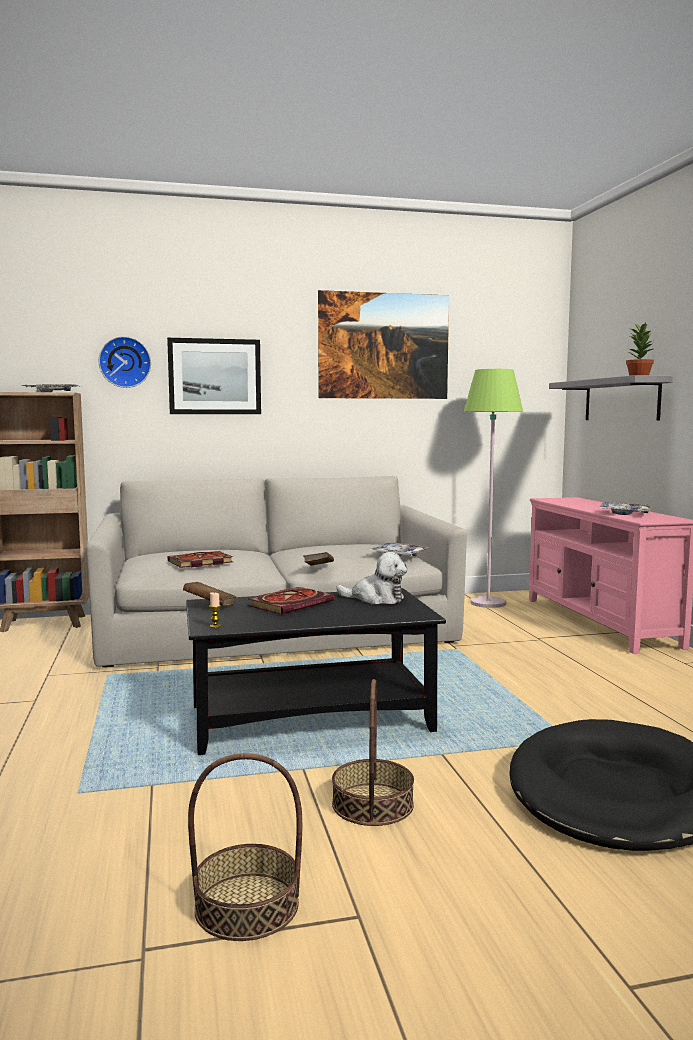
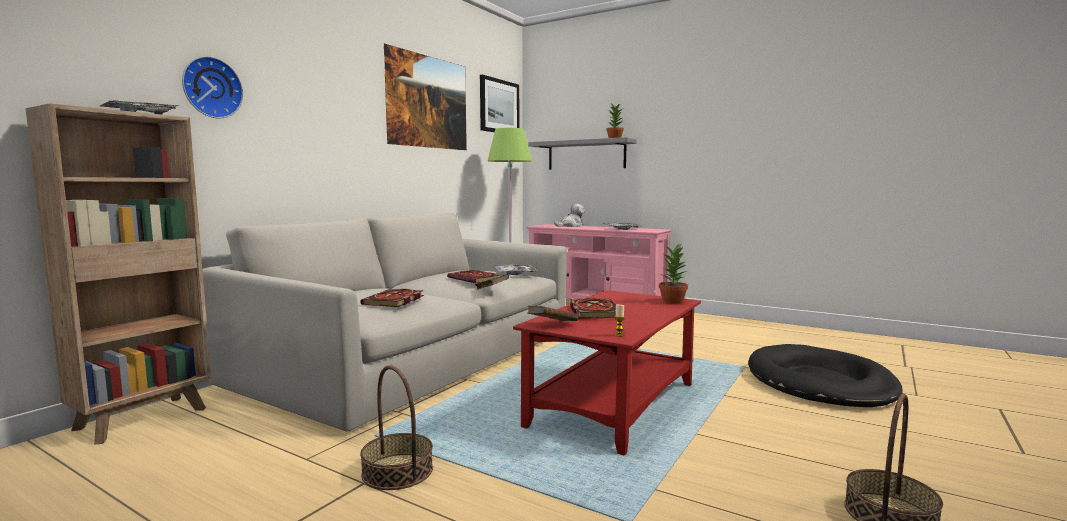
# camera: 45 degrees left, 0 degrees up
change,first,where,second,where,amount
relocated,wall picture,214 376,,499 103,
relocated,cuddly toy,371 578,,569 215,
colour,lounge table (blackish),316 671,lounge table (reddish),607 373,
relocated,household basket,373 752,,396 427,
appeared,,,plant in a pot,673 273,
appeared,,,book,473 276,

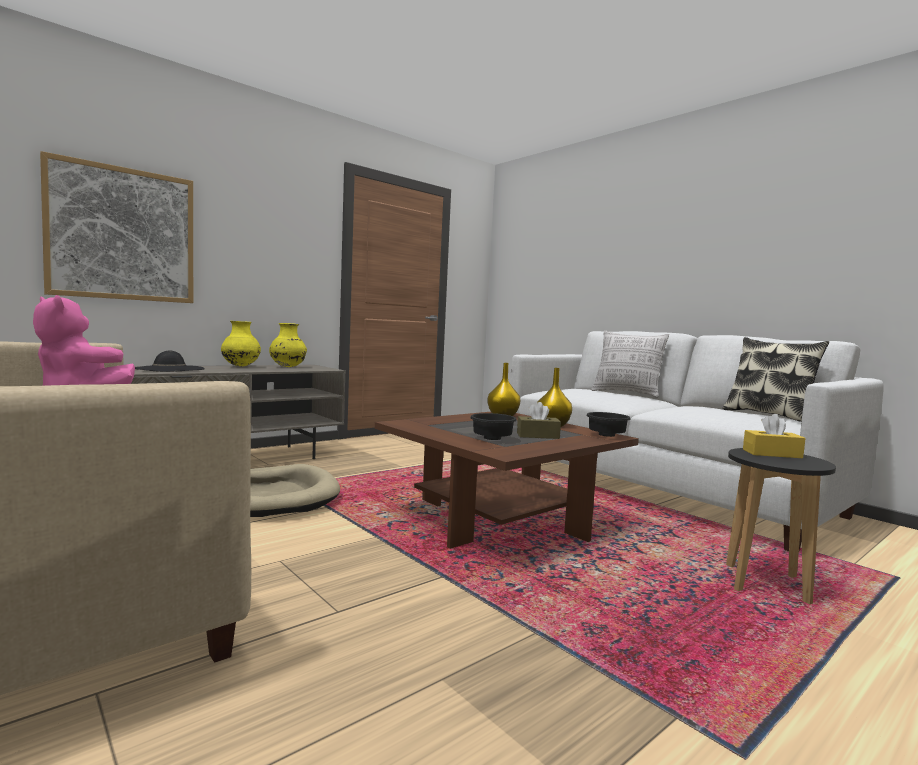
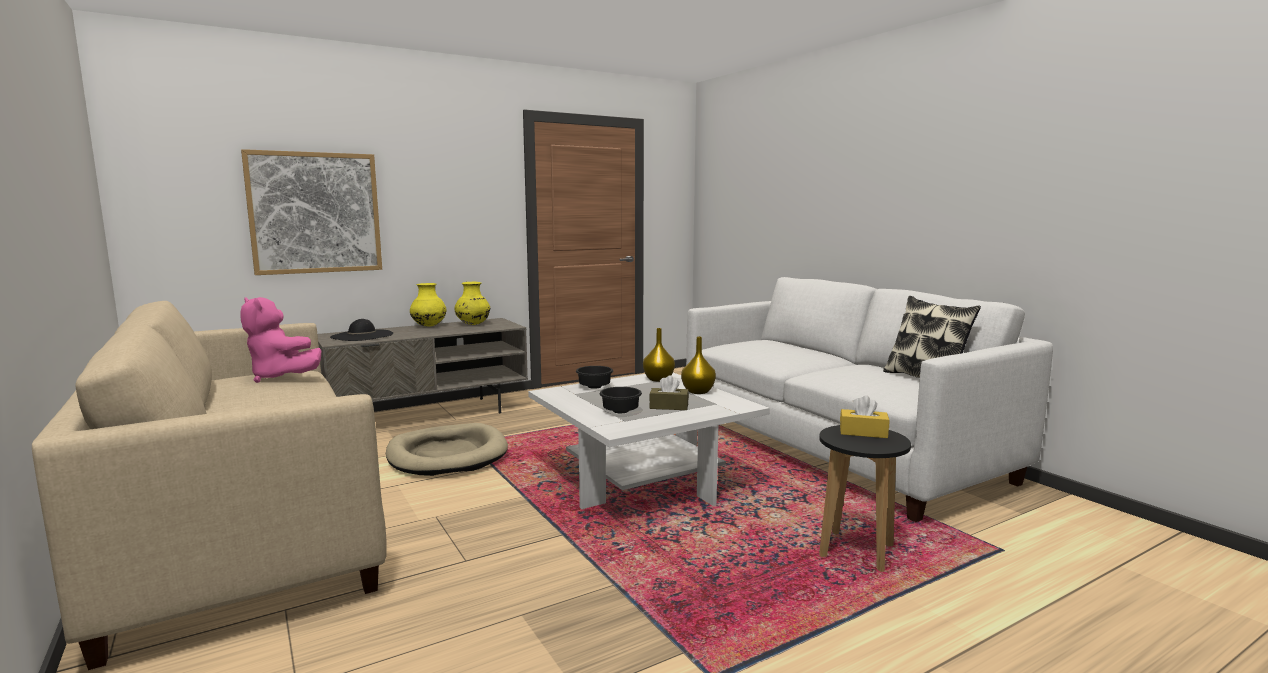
# camera: 10 degrees right, 5 degrees up
change,first,where,second,where,amount
missing,cushion,630 364,,,
colour,lounge table (brown-coloured),507 480,lounge table (white),649 441,
relocated,bowl (blackish),608 424,,594 377,

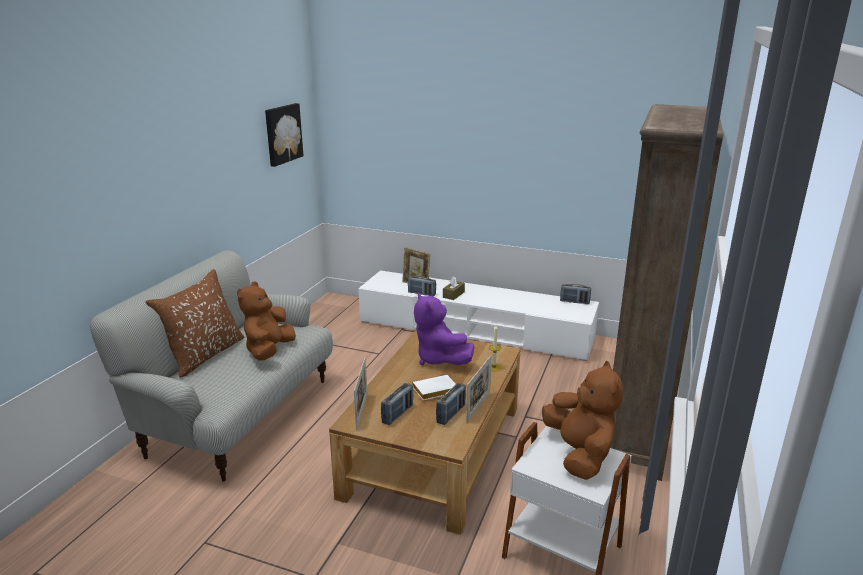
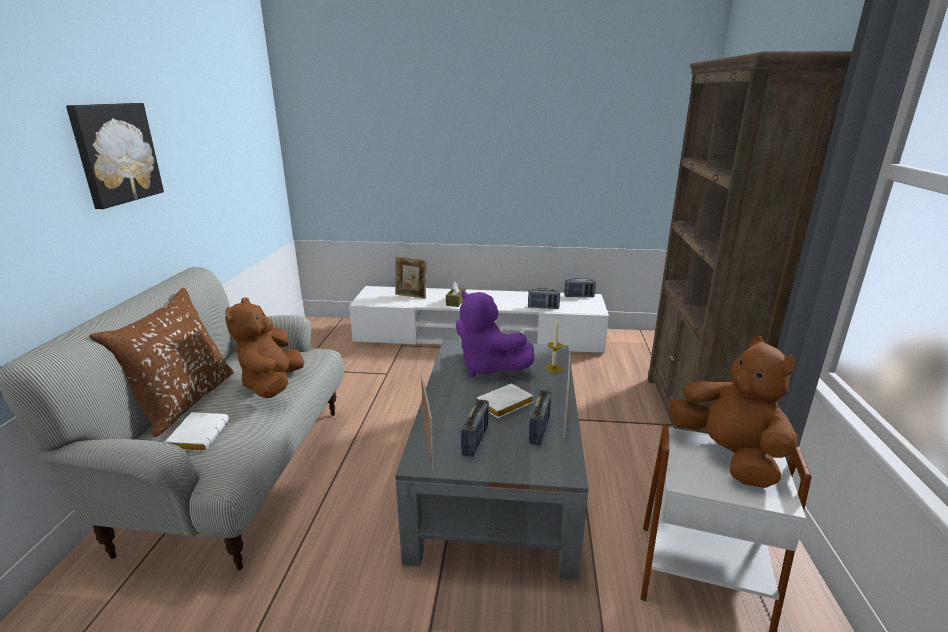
# camera: 15 degrees left, 0 degrees up
change,first,where,second,where,amount
relocated,wall picture,284 135,,115 156,
relocated,radio receiver,422 286,,544 298,
colour,lounge table (brown-coloured),425 432,lounge table (gray),492 460,
appeared,,,book (white),197 432,

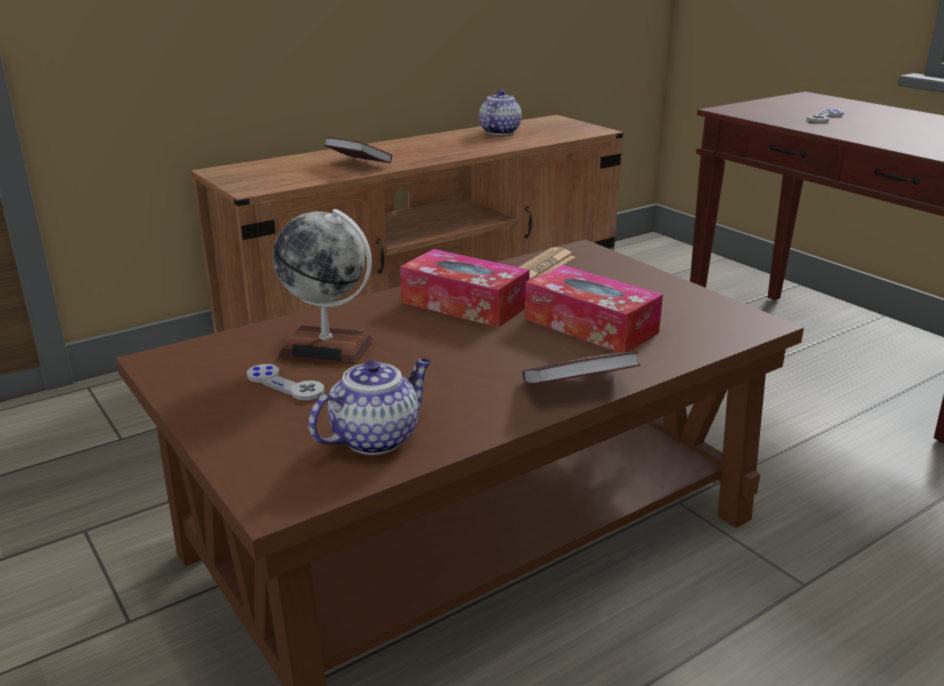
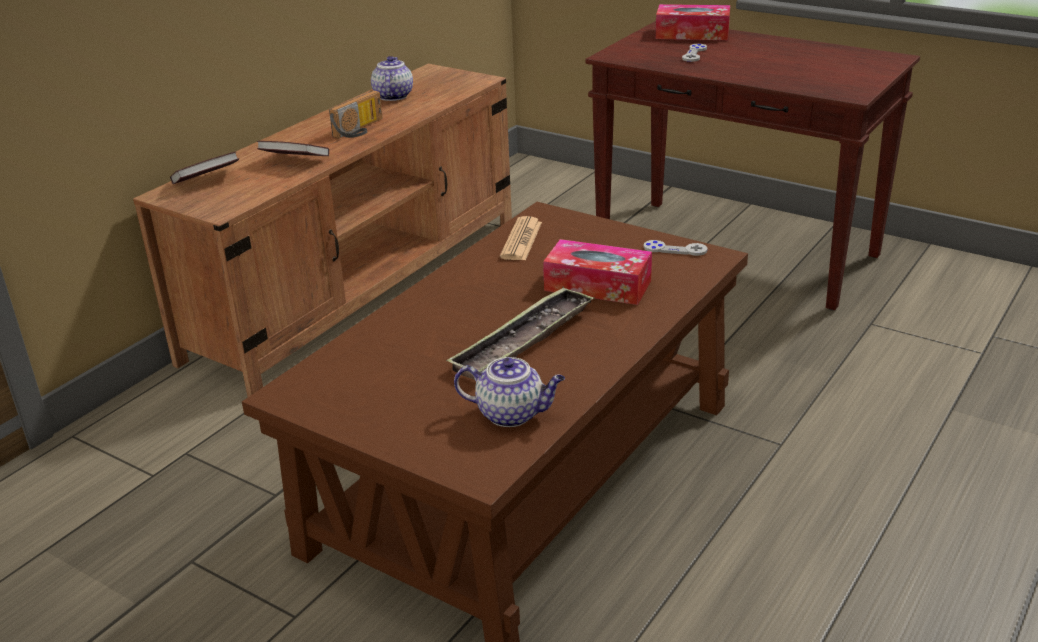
# camera: 20 degrees left, 5 degrees up
change,first,where,second,where,amount
missing,world globe,323 286,,,
relocated,tissue holder,465 288,,693 22,
relocated,book,581 368,,204 168,
spun,tea pot,369 406,,509 392,75 degrees clockwise
relocated,gamepad (gray),286 382,,675 248,
appeared,,,radio receiver,356 115,
appeared,,,serving tray,520 333,

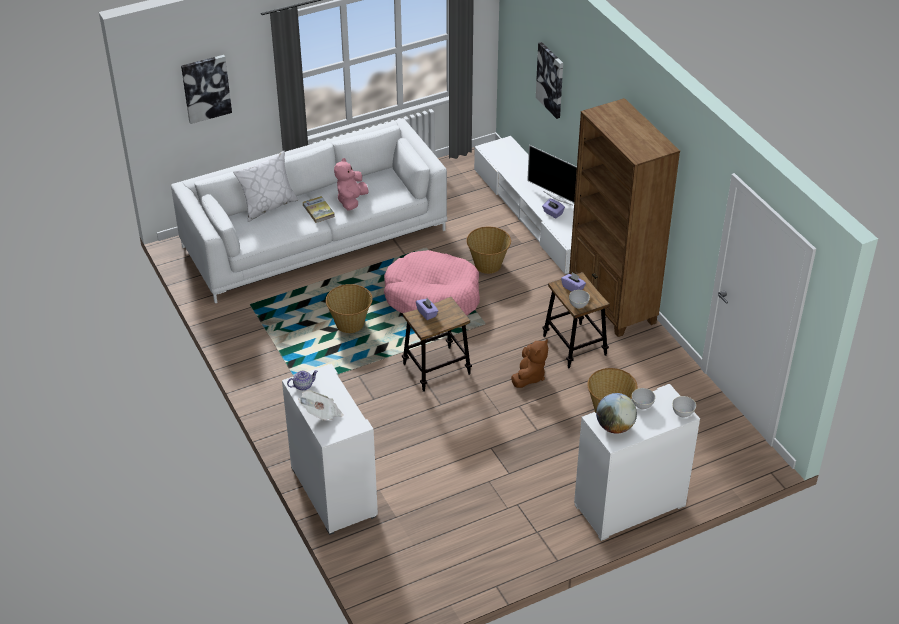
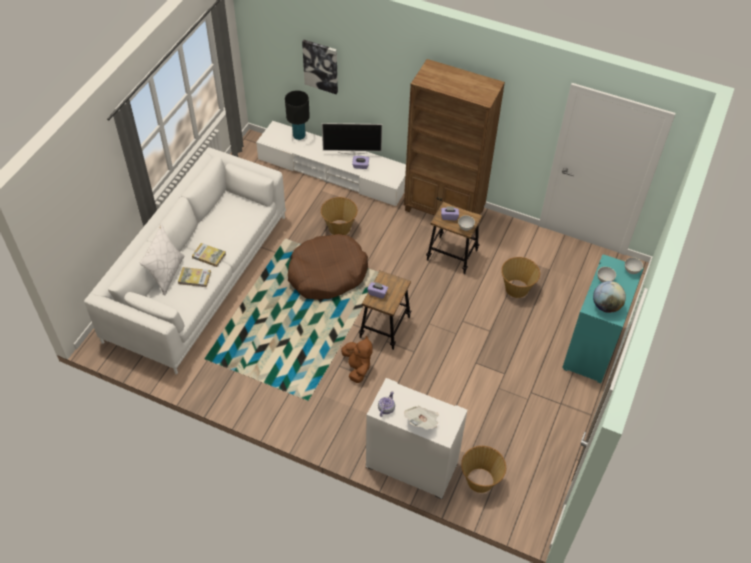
# camera: 40 degrees left, 10 degrees up
change,first,where,second,where,amount
missing,wall picture,206 89,,,
missing,cuddly toy (pink-coloured),351 184,,,
colour,pet bed (pink-coloured),432 283,pet bed (brown-coloured),328 267,
relocated,household basket,349 308,,483 469,
relocated,cuddly toy (brown-coloured),529 363,,357 359,
colour,storage cabinet (white),637 462,storage cabinet (turquoise),603 319,
appeared,,,table lamp (blackish),297 115,
appeared,,,book,194 277,

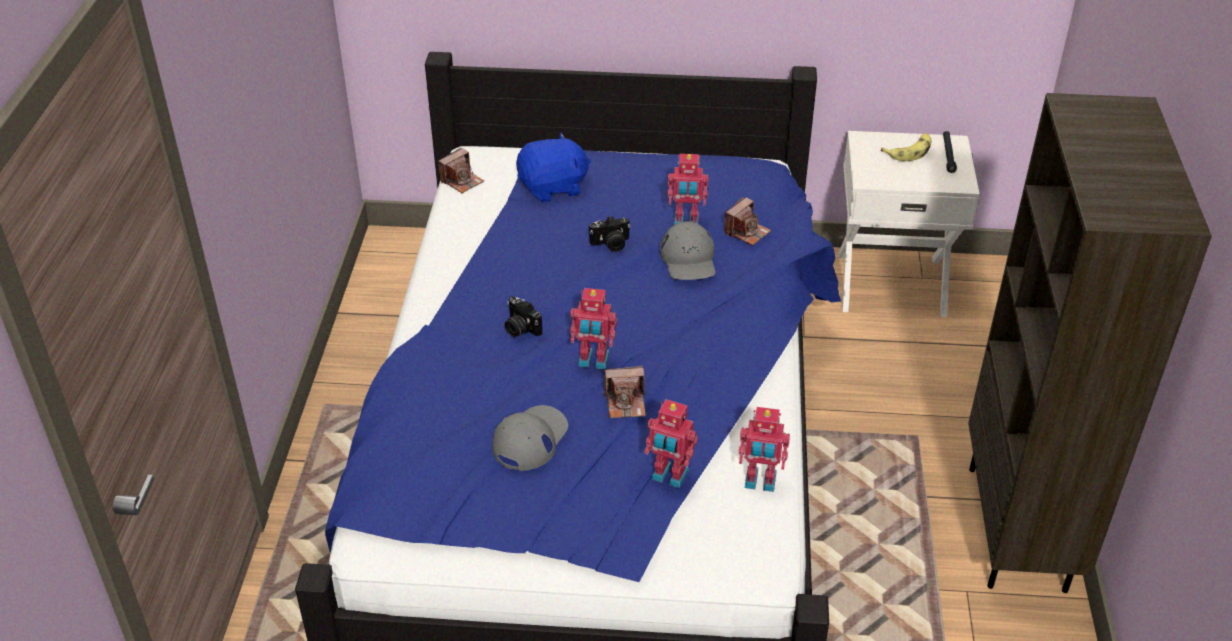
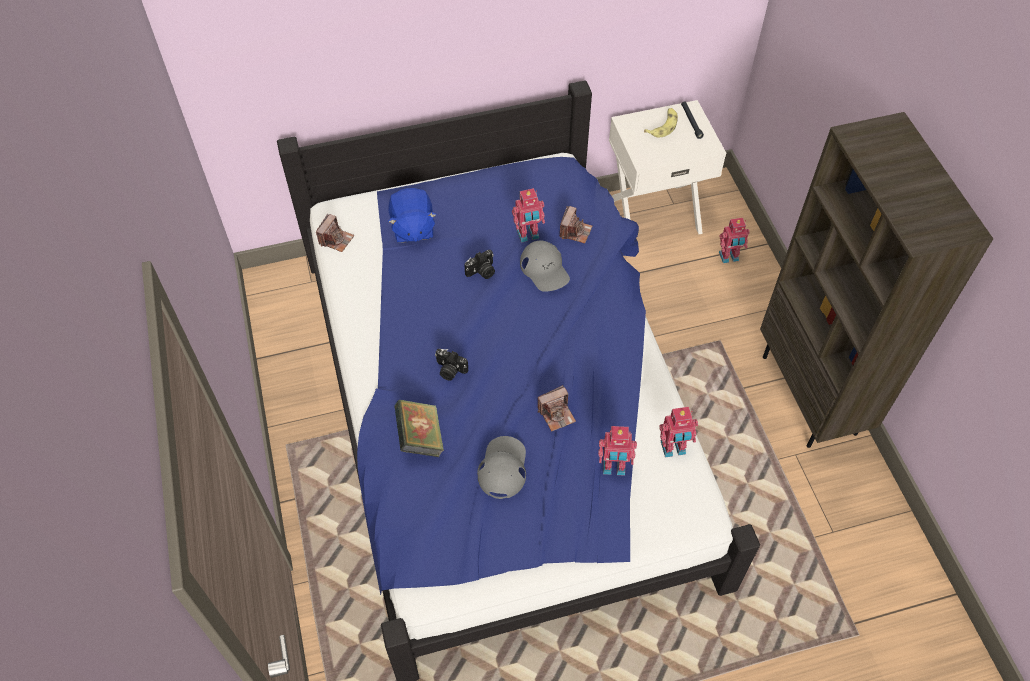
# camera: 20 degrees left, 15 degrees up
change,first,where,second,where,amount
spun,cuddly toy (blue-coloured),553 167,,412 215,120 degrees clockwise
relocated,toy robot,593 329,,734 240,
appeared,,,book,419 428,

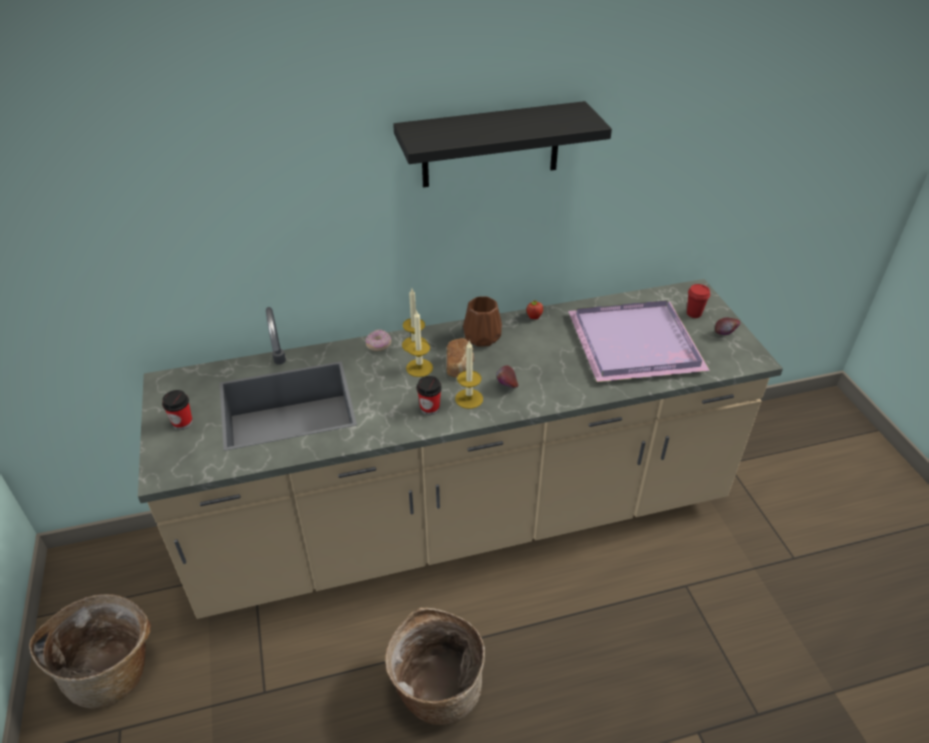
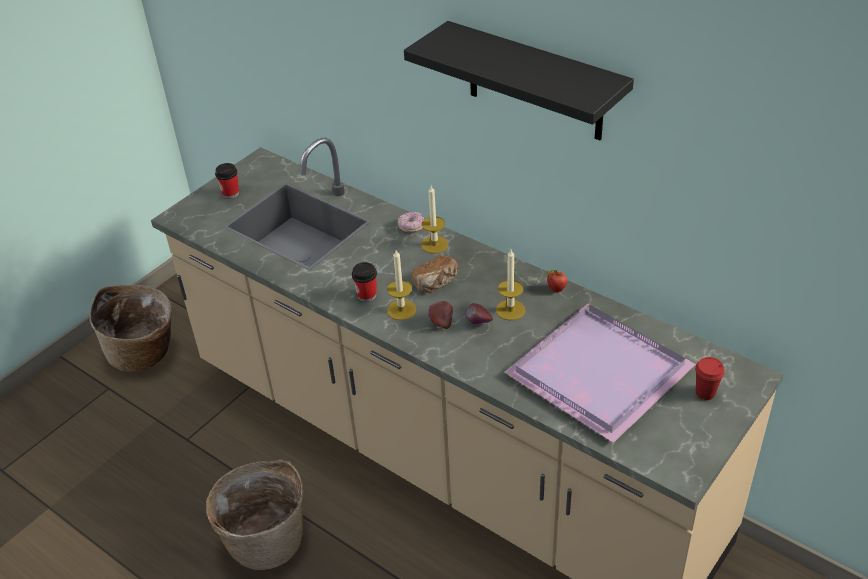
# camera: 55 degrees right, 0 degrees up
change,first,where,second,where,amount
missing,decorative vase (brown-coloured),482 321,,,
relocated,wax light,419 344,,510 285,
relocated,apple,727 326,,479 313,

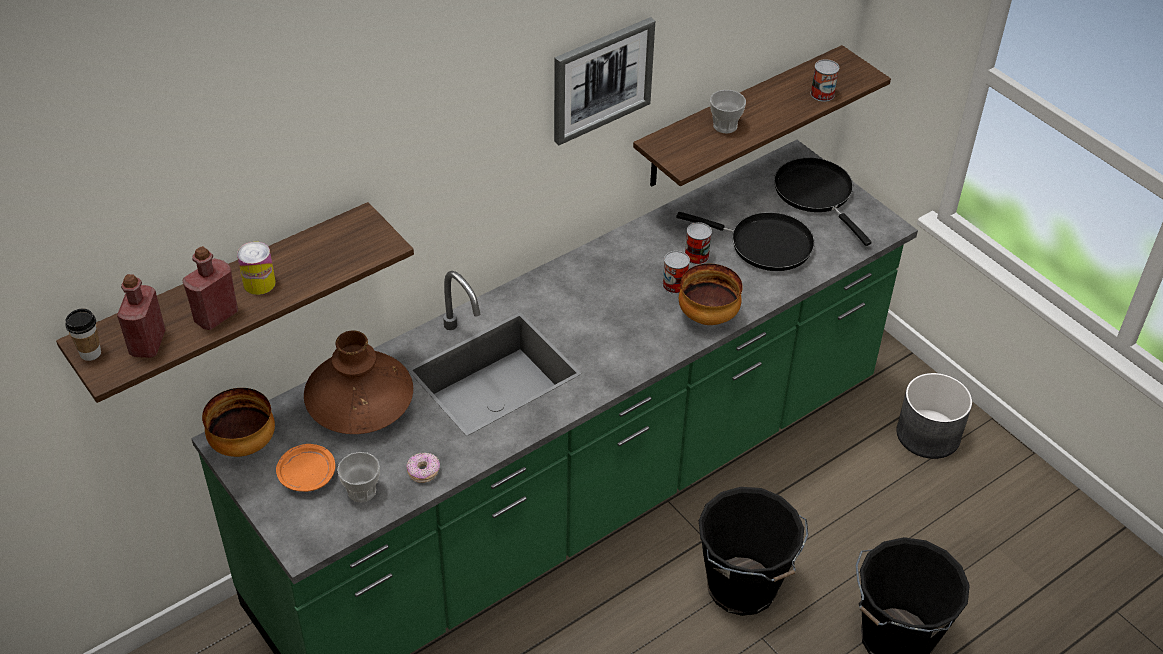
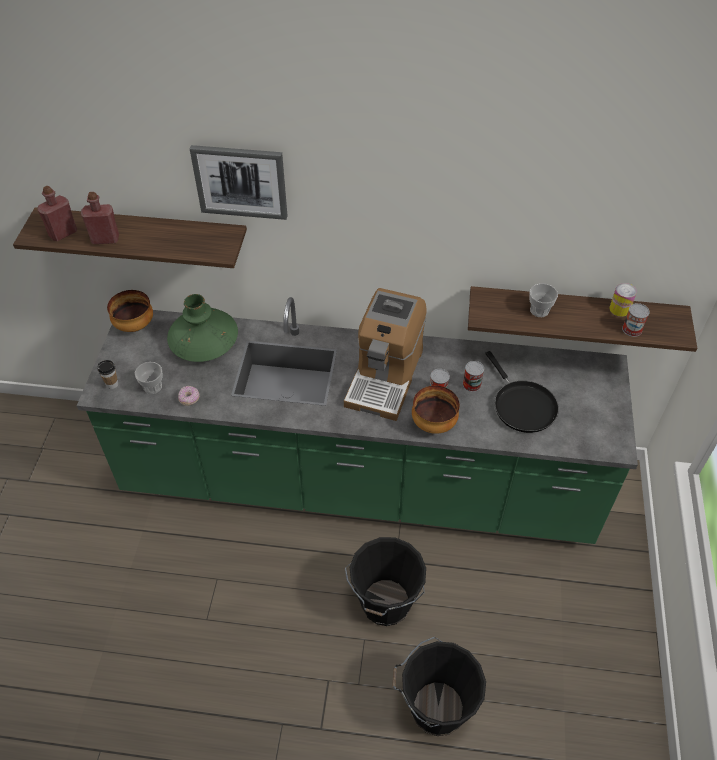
# camera: 45 degrees right, 5 degrees up
change,first,where,second,where,amount
relocated,wall picture,604 81,,238 182,
missing,frying pan (blackish),823 202,,,
relocated,sealed can,256 268,,623 300,
relocated,drinking cup,83 335,,107 374,
colour,decorative vase (brown-coloured),358 382,decorative vase (green-coloured),202 328,
missing,planter (gray),934 416,,,
missing,plate (orange),305 468,,,
appeared,,,coffee machine,385 354,

